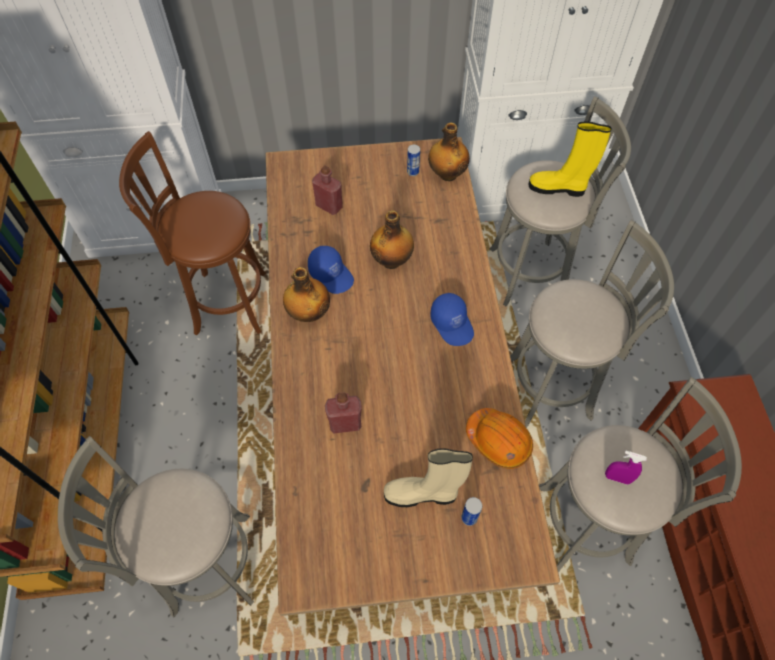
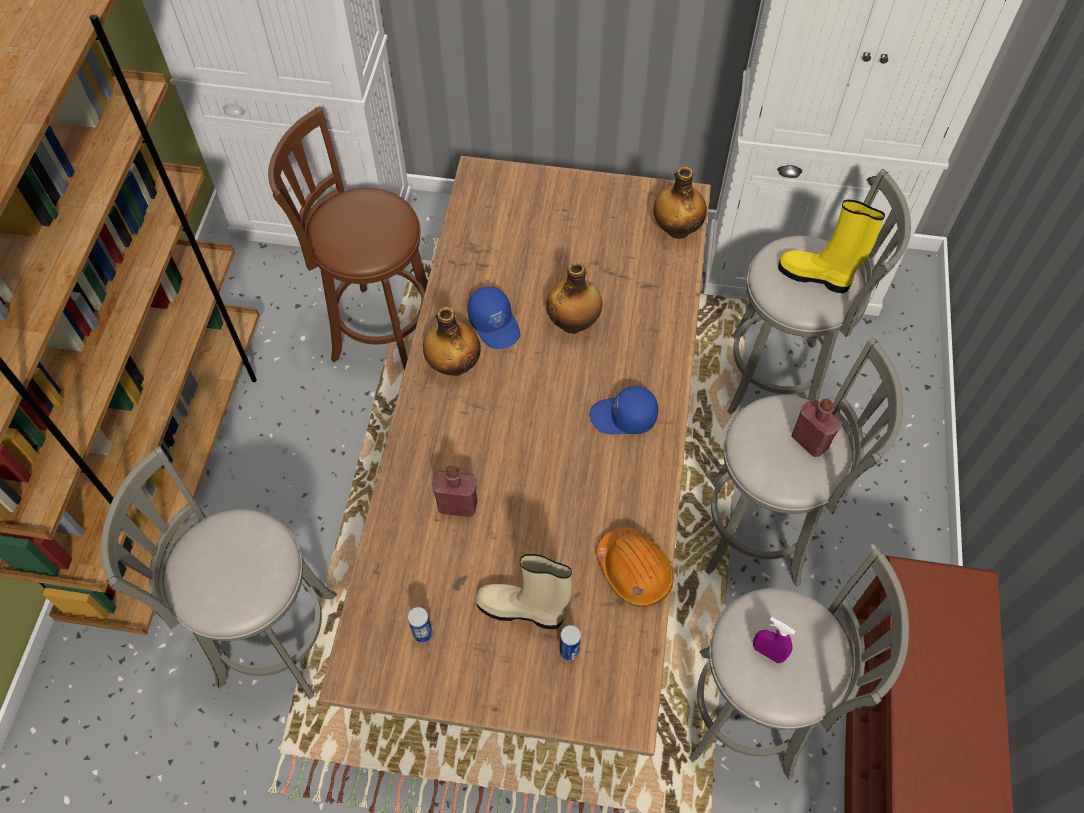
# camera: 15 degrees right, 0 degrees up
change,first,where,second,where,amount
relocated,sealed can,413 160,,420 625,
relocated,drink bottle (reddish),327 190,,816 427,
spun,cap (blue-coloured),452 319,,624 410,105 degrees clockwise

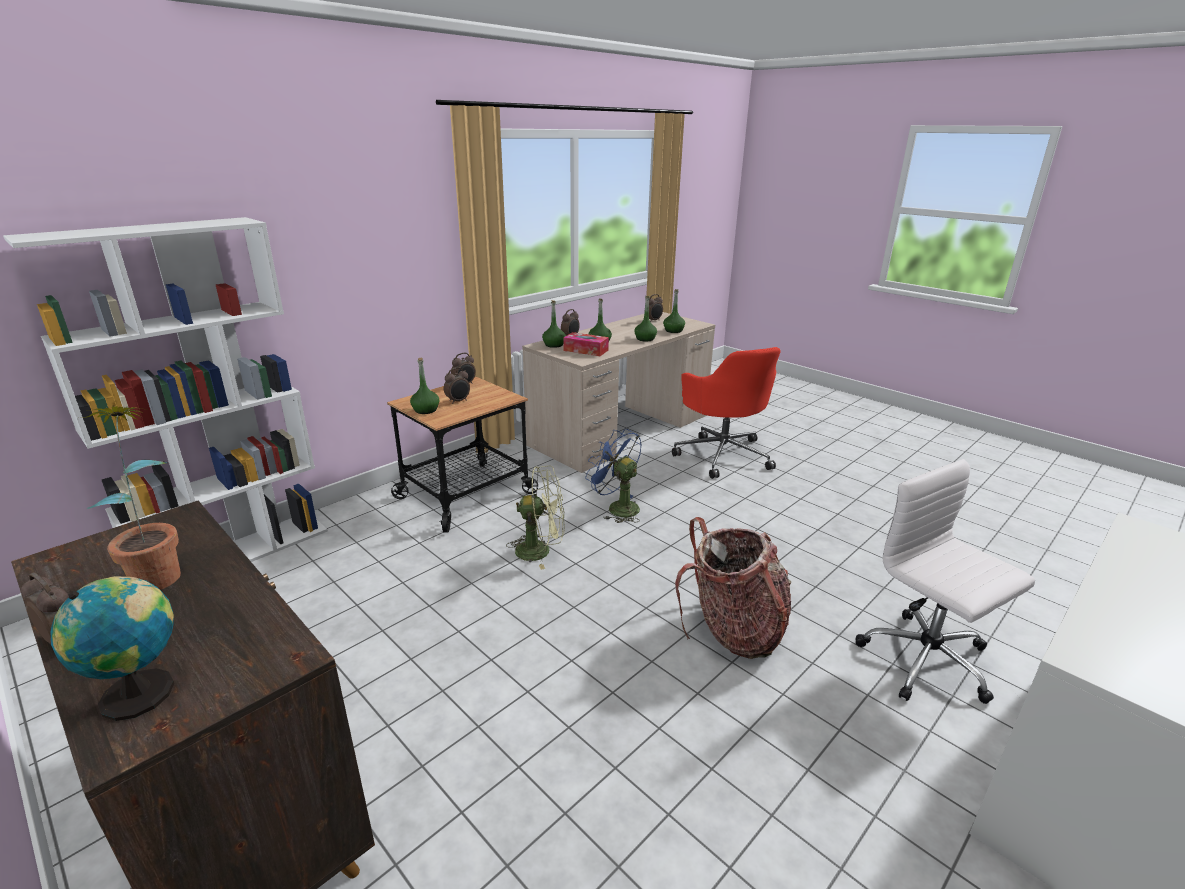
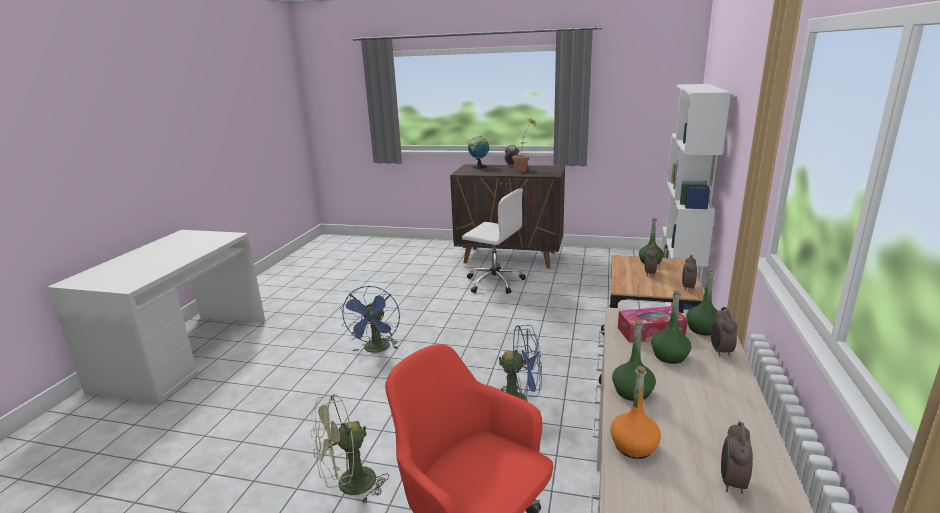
# camera: 150 degrees right, 5 degrees down
change,first,where,second,where,amount
colour,drink bottle (green-coloured),674 311,drink bottle (orange),635 412,
relocated,desk chair (white),945 581,,494 241,
relocated,electric fan (green-coloured),535 518,,350 449,
exchanged,backpack,733 588,electric fan (blue-coloured),370 319,

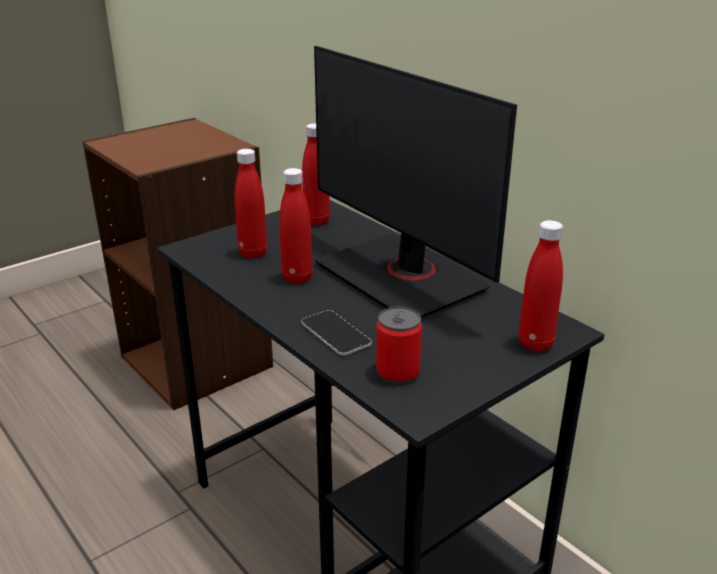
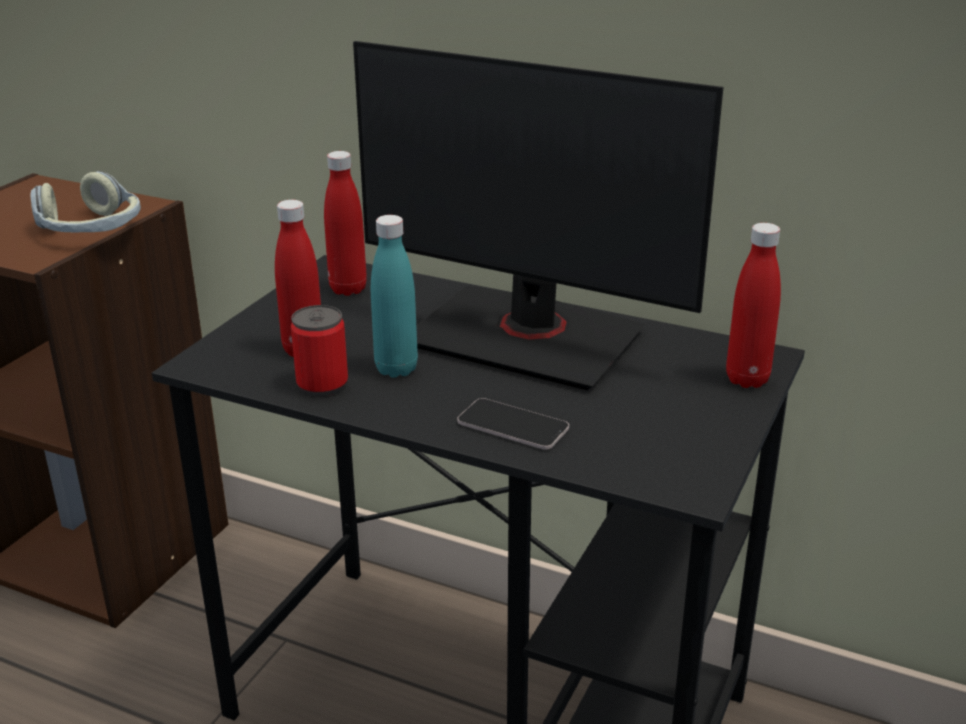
# camera: 25 degrees left, 0 degrees up
change,first,where,second,where,amount
colour,drink bottle (reddish),296 226,drink bottle (turquoise),394 296,
relocated,sealed can,399 345,,319 350,
appeared,,,headphones,85 201,

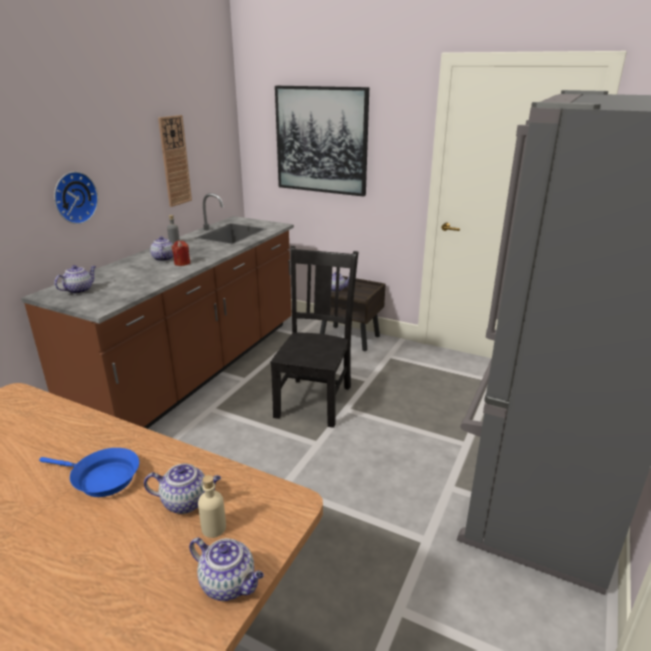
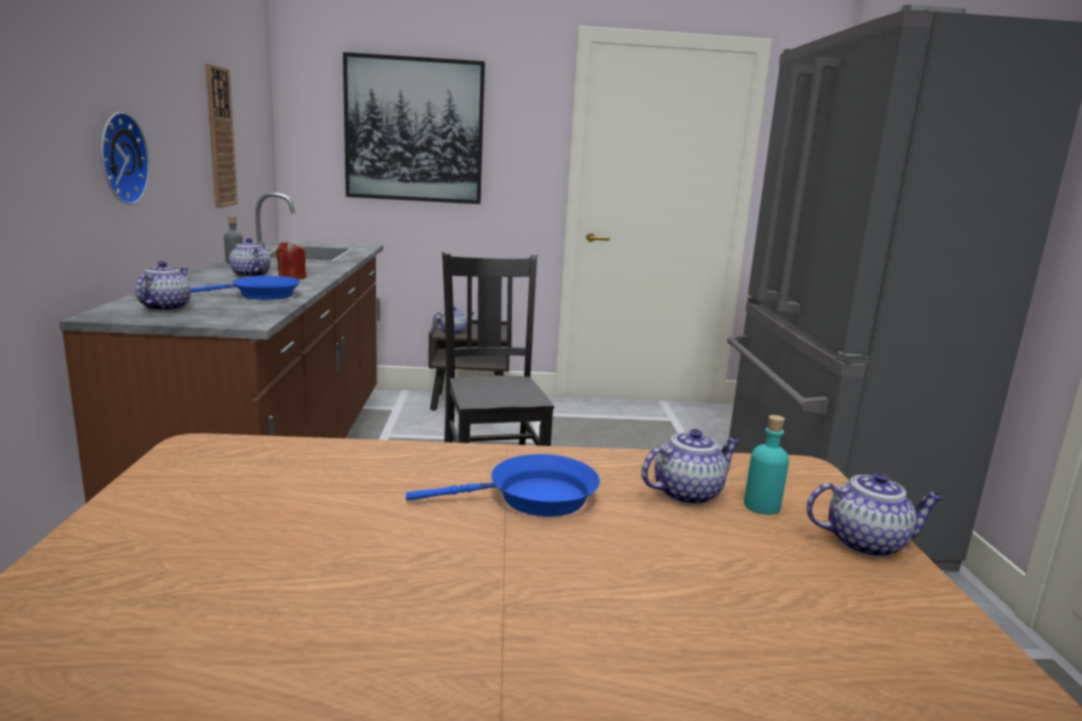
# camera: 30 degrees left, 10 degrees down
change,first,where,second,where,amount
colour,drink bottle (sand-coloured),212 506,drink bottle (turquoise),766 465,
appeared,,,frying pan (blue-coloured),245 288,

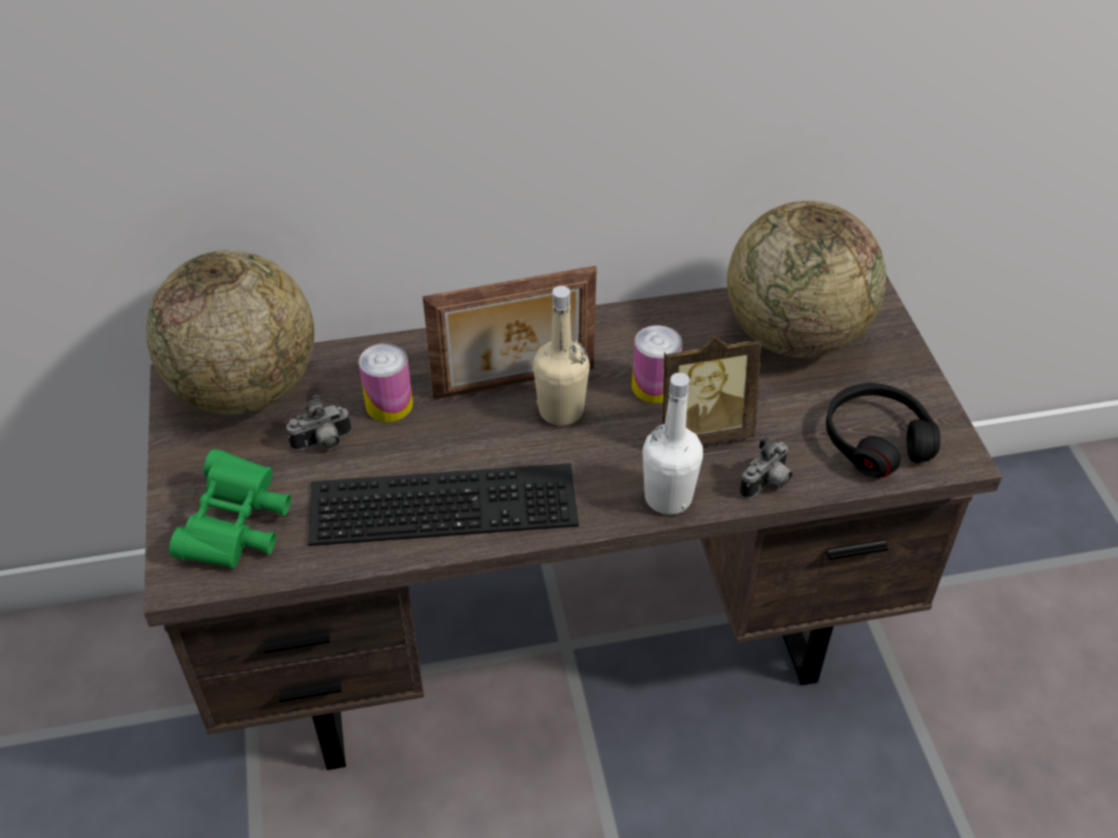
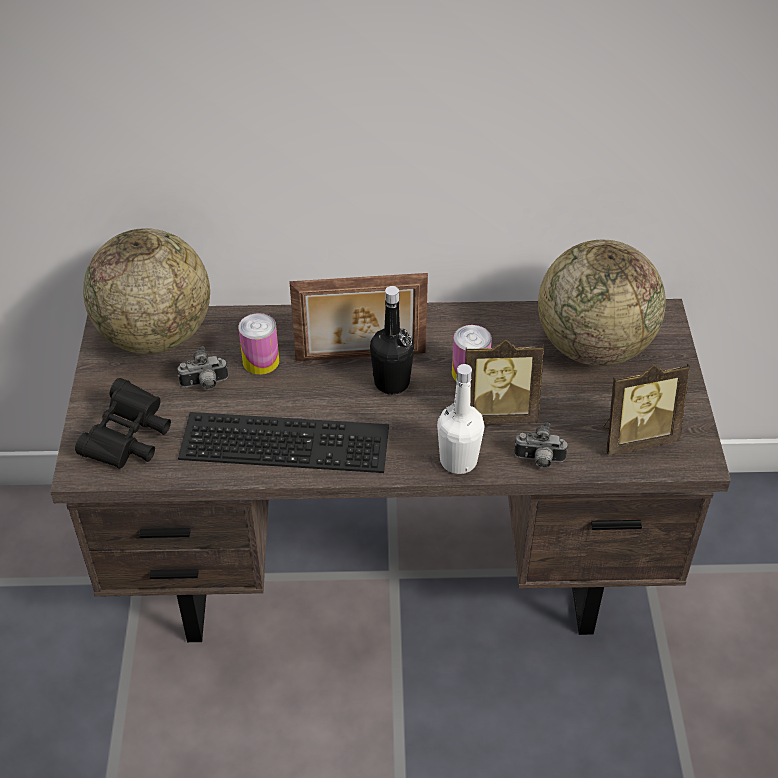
# camera: 10 degrees right, 0 degrees up
change,first,where,second,where,amount
colour,drink bottle (sand-coloured),561 356,drink bottle (blackish),392 340,
exchanged,headphones (blackish),883 430,standing frame,646 410,
spun,still camera,765 467,,541 445,45 degrees clockwise
colour,field glasses (green-coloured),230 509,field glasses (blackish),123 423,

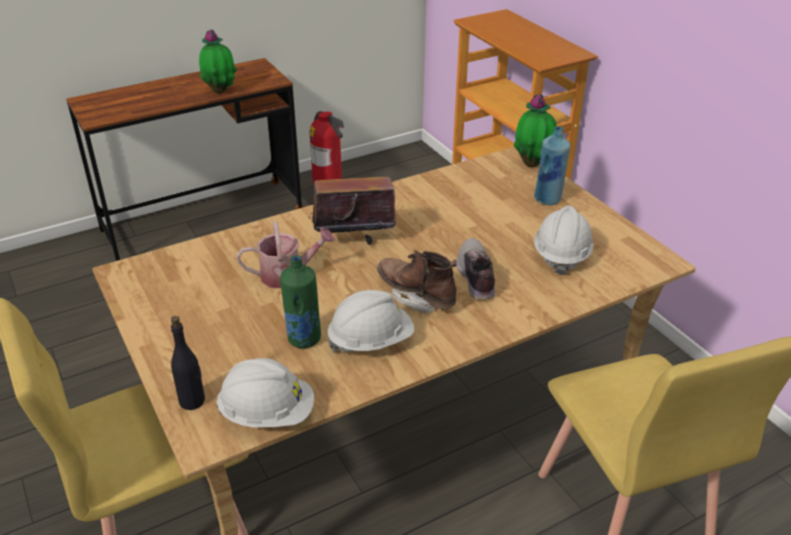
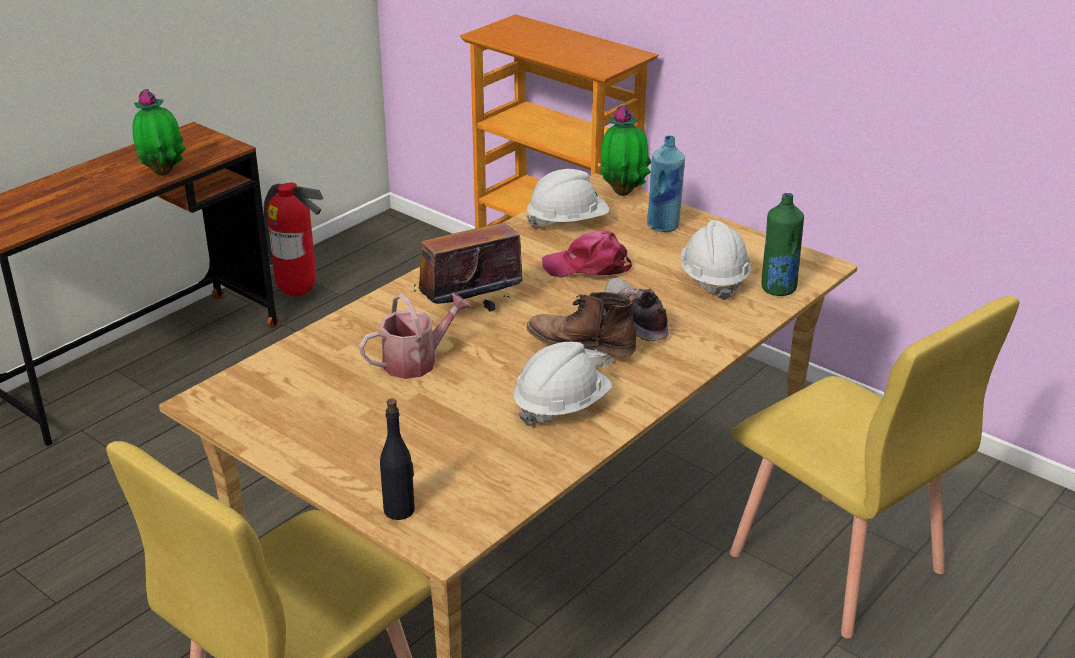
# camera: 20 degrees left, 5 degrees down
change,first,where,second,where,amount
relocated,drink bottle (green-coloured),300 302,,783 244,
relocated,hard hat (white),265 393,,567 198,
appeared,,,cap (pink-coloured),587 254,

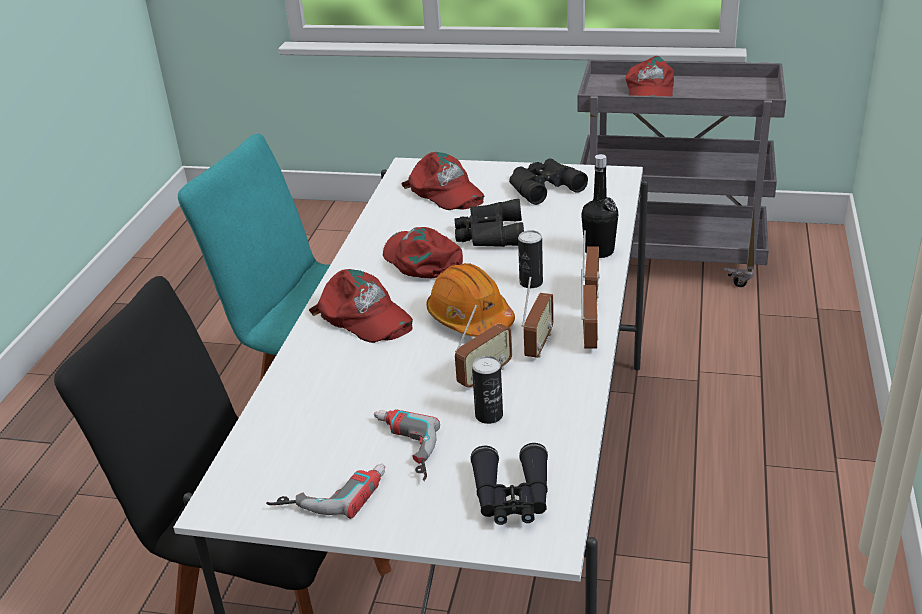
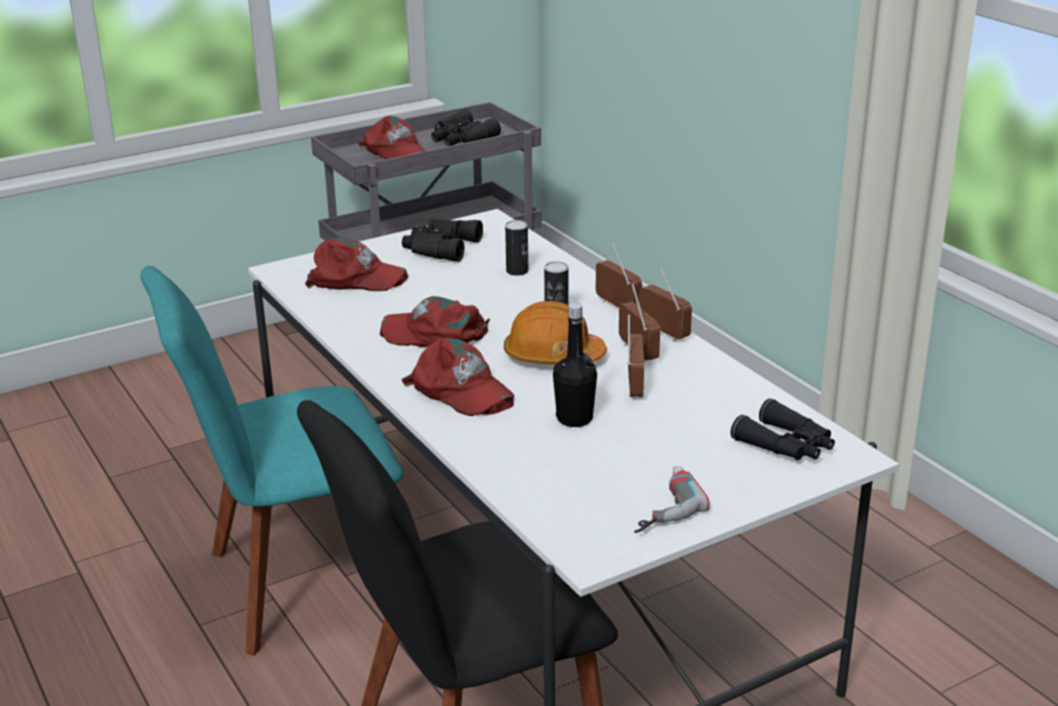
# camera: 45 degrees left, 5 degrees down
change,first,where,second,where,amount
relocated,drink bottle (blackish),599 206,,575 365,
relocated,field glasses (blackish),489 223,,466 127,
spun,cap (reddish),361 306,,458 377,45 degrees clockwise
relocated,sealed can,487 390,,516 248,
missing,power drill,407 445,,,

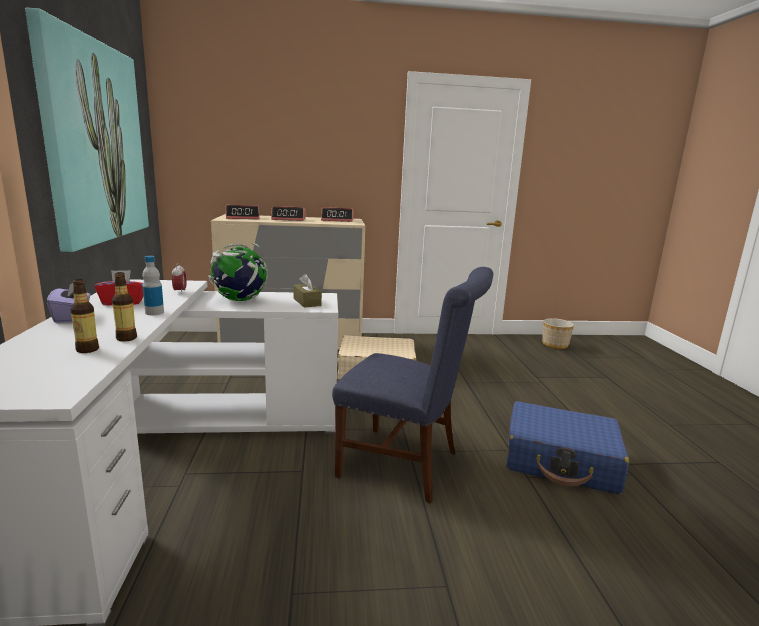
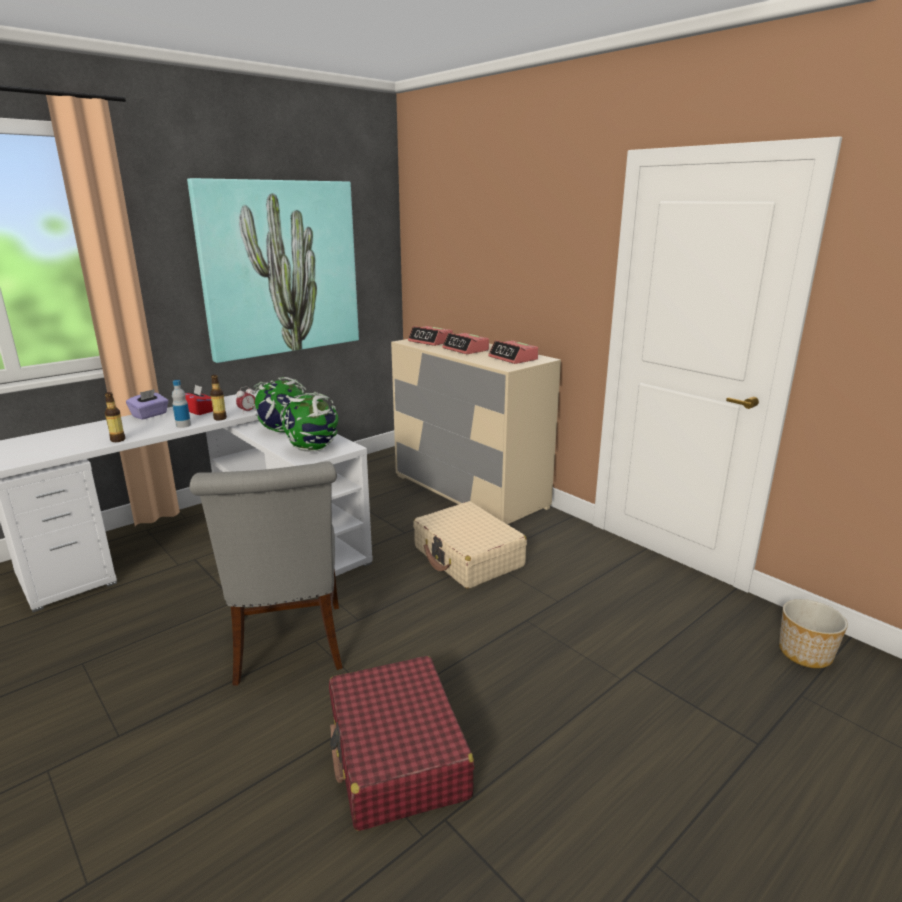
# camera: 55 degrees right, 5 degrees up
change,first,where,second,where,amount
colour,chair (blue-coloured),412 385,chair (gray),266 573,
exchanged,tissue holder (brown-coloured),307 291,world globe,309 422,
relocated,drink bottle,84 316,,218 397,
colour,piece of luggage (blue-coloured),567 447,piece of luggage (reddish),402 743,

